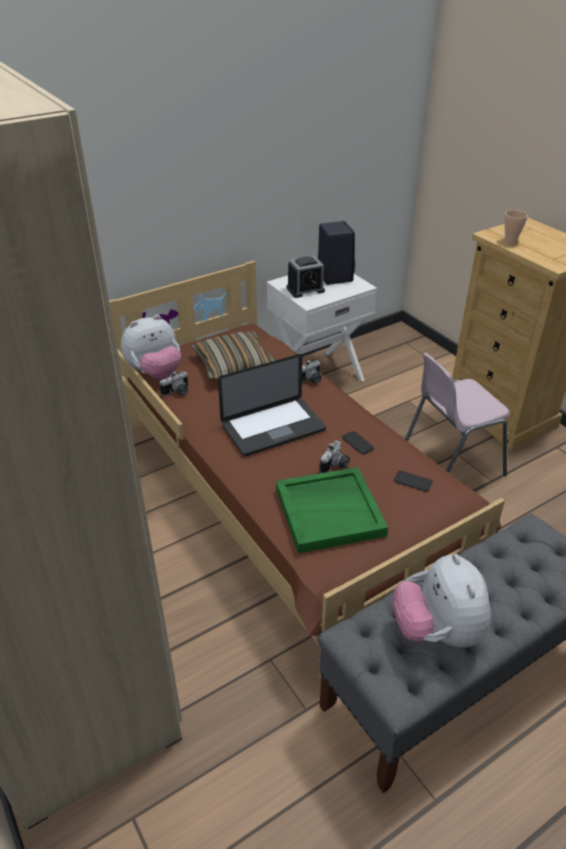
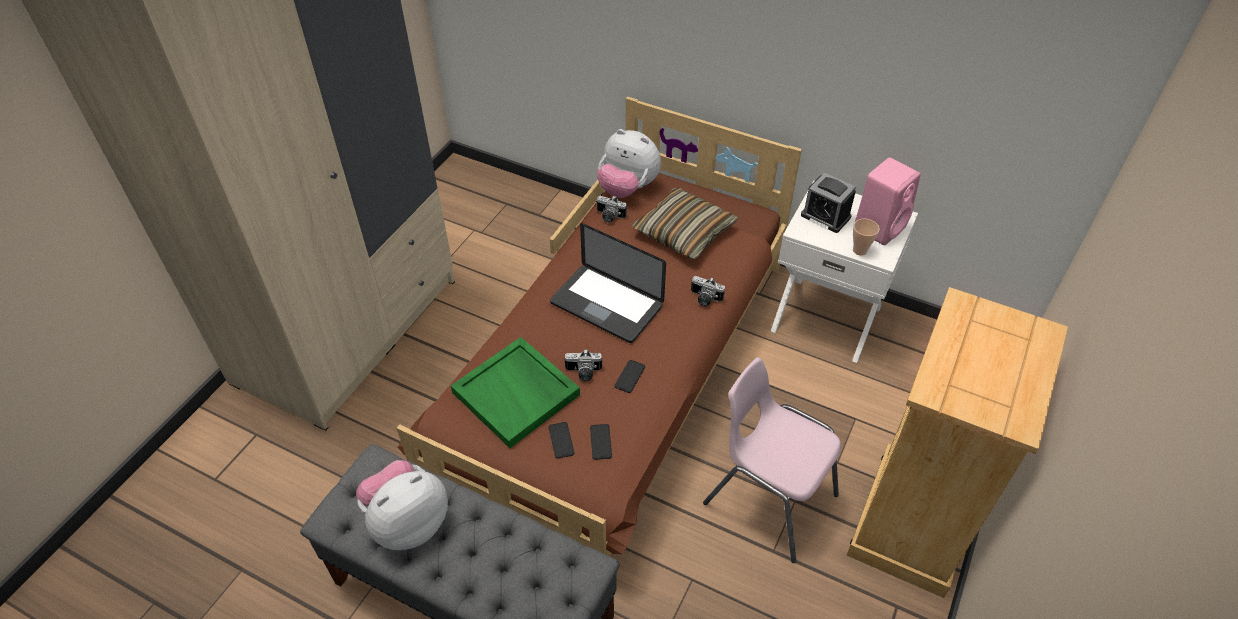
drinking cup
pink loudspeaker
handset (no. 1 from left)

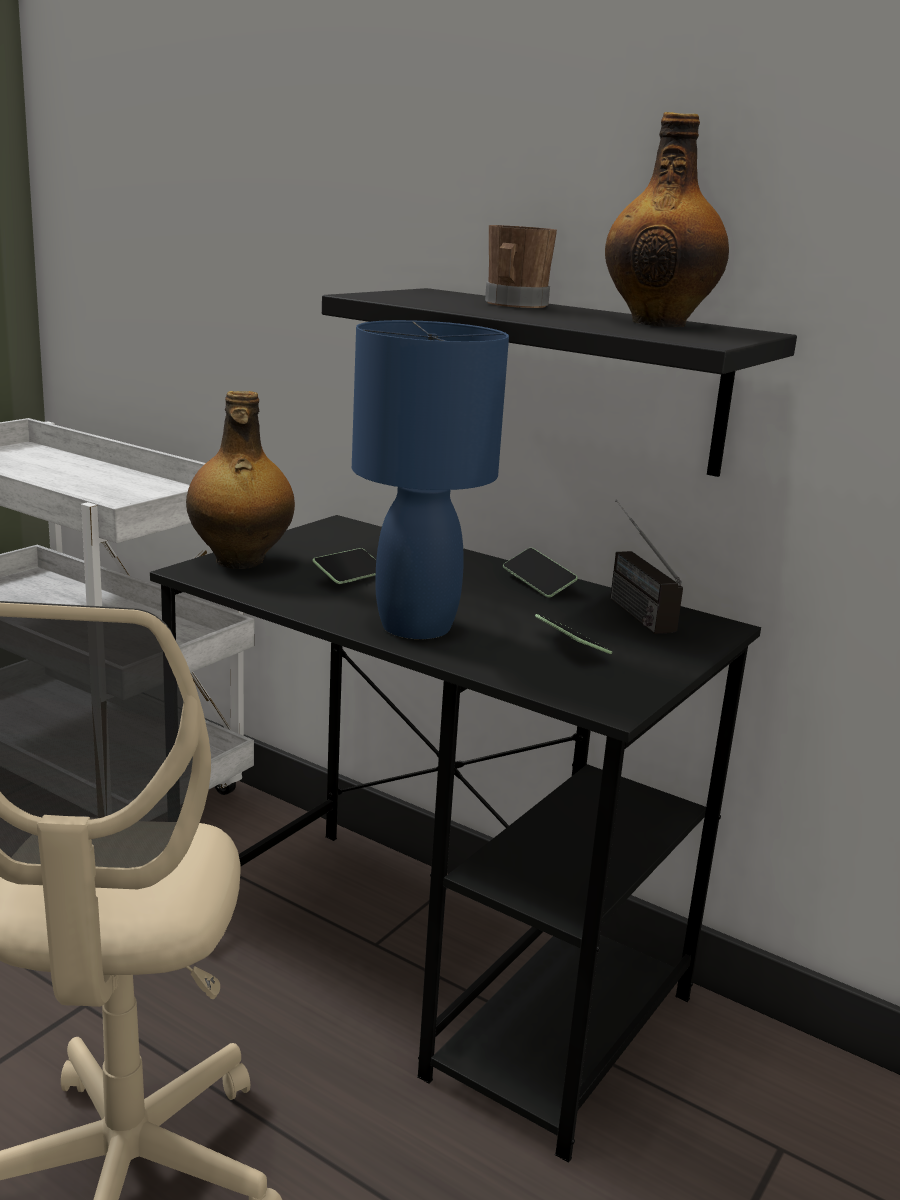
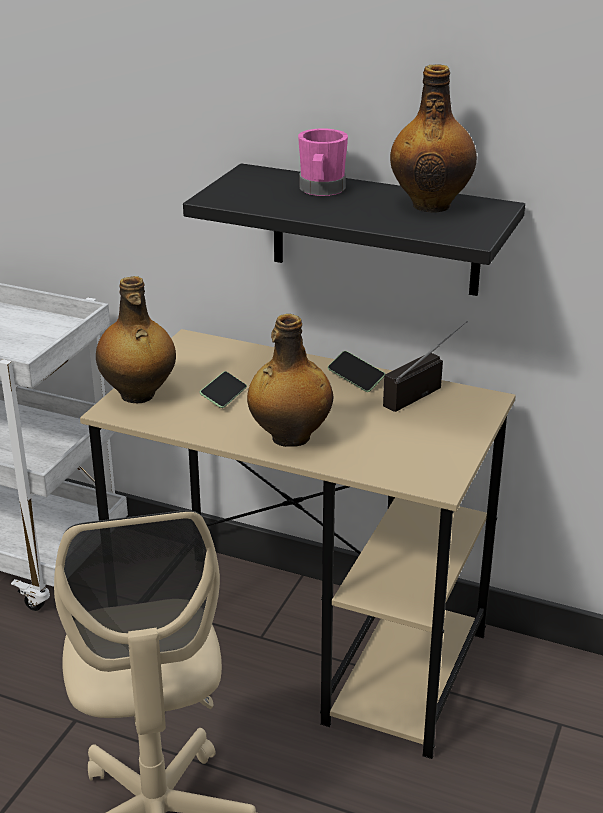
pink tea mug
bottle (no. 2 from left)
radio
sand-coloured desk table
handset (no. 3 from left in the first image)

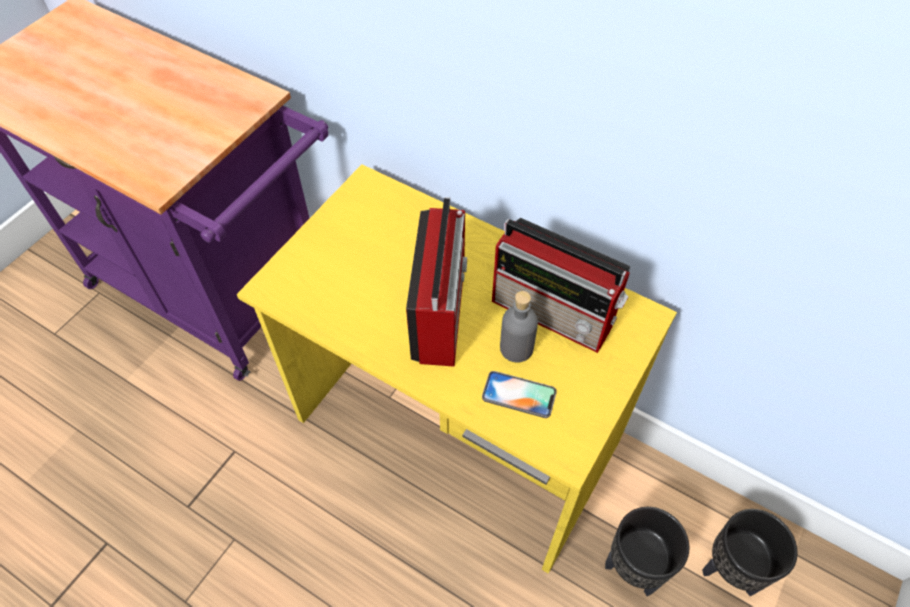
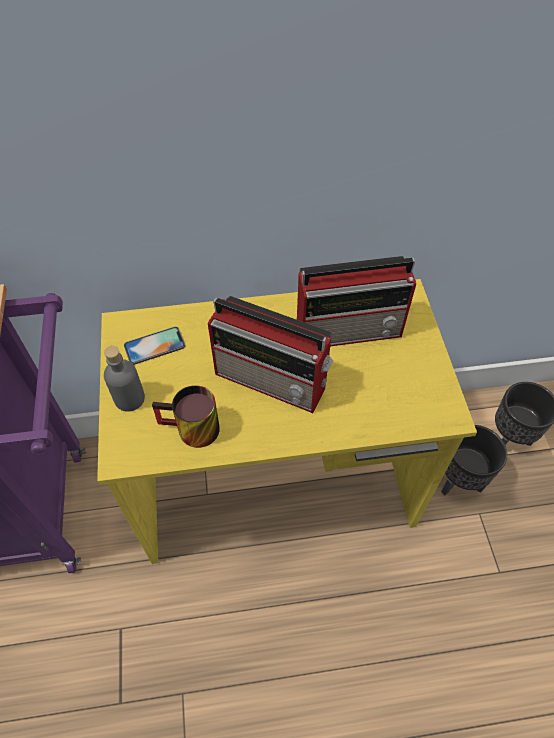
radio (no. 1 from left)
grey bottle
handset
tea mug

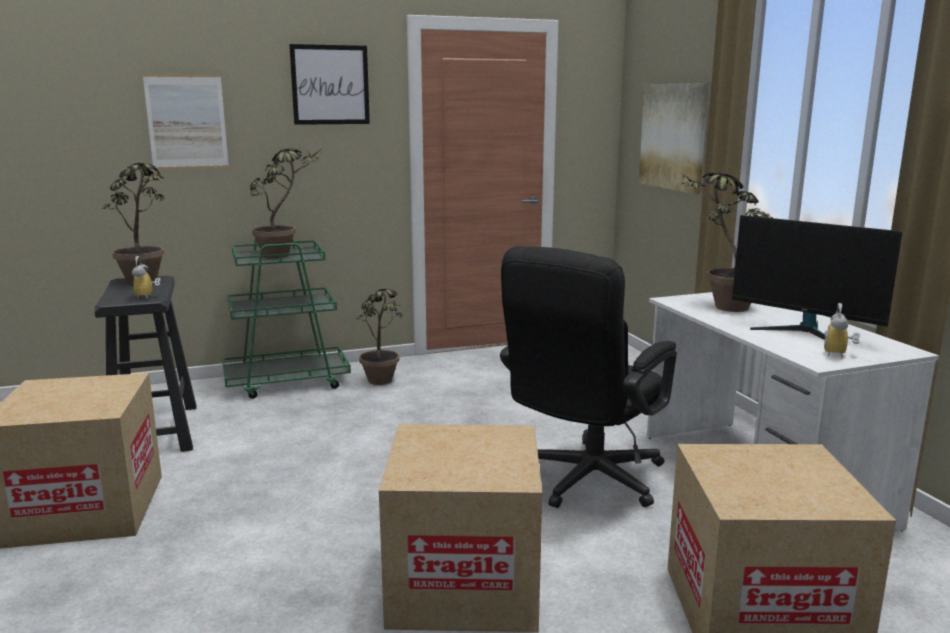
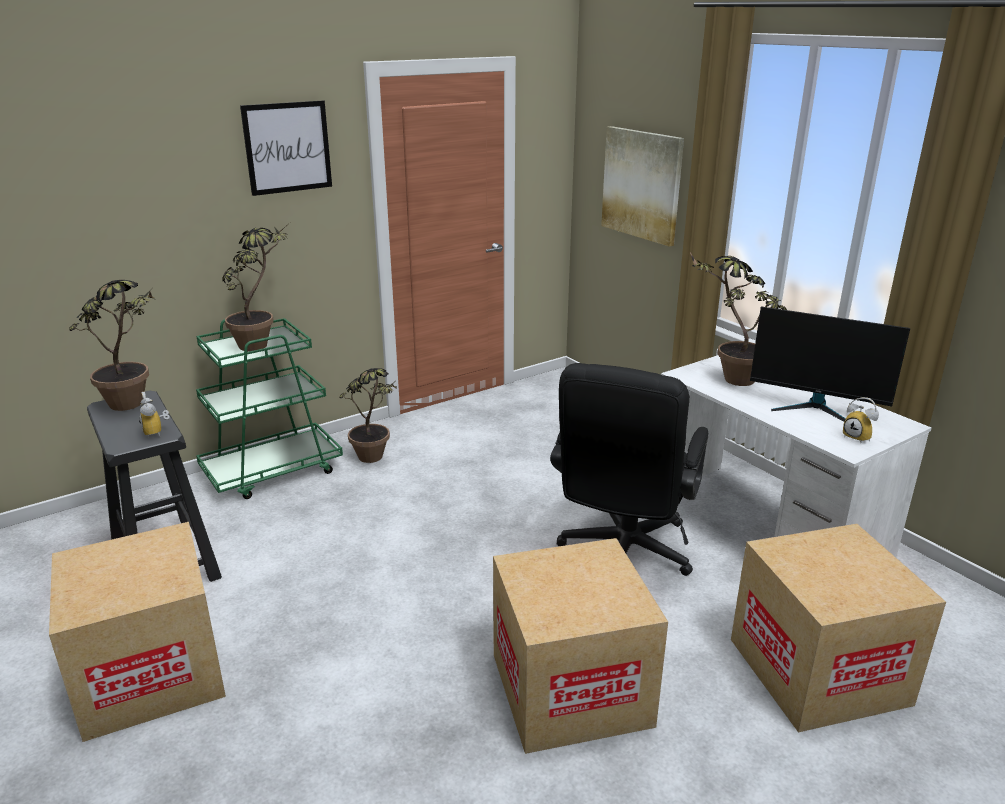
wall picture (no. 1 from left in the first image)
table clock (no. 2 from left)

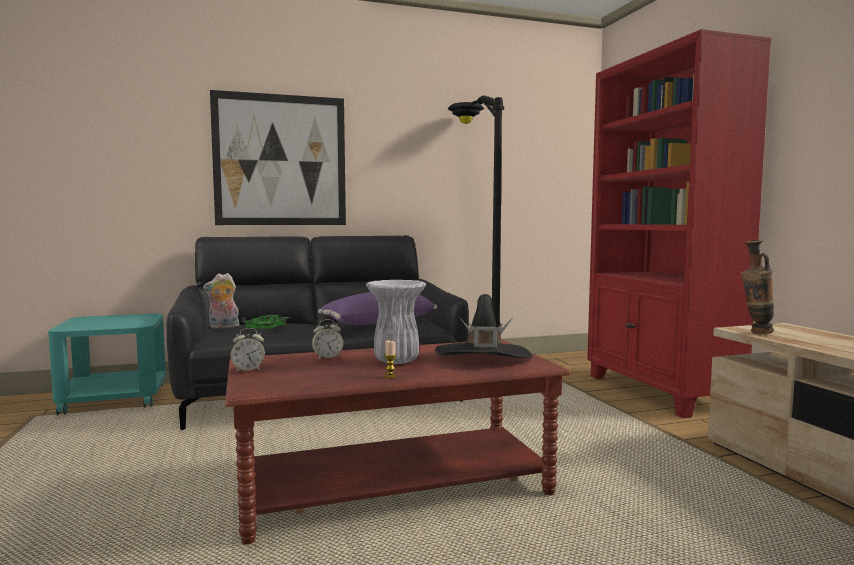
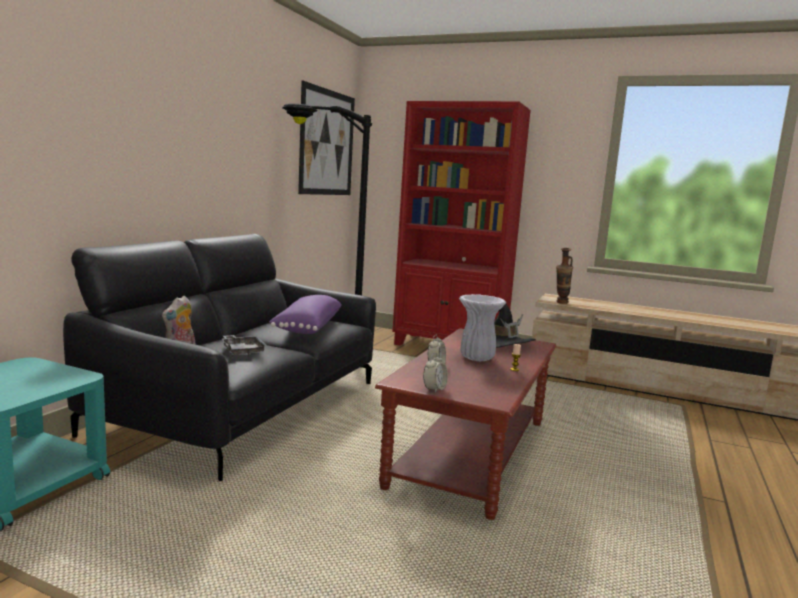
wall picture
grey tray

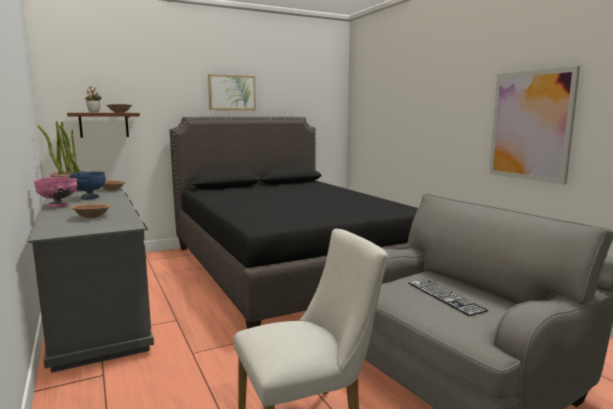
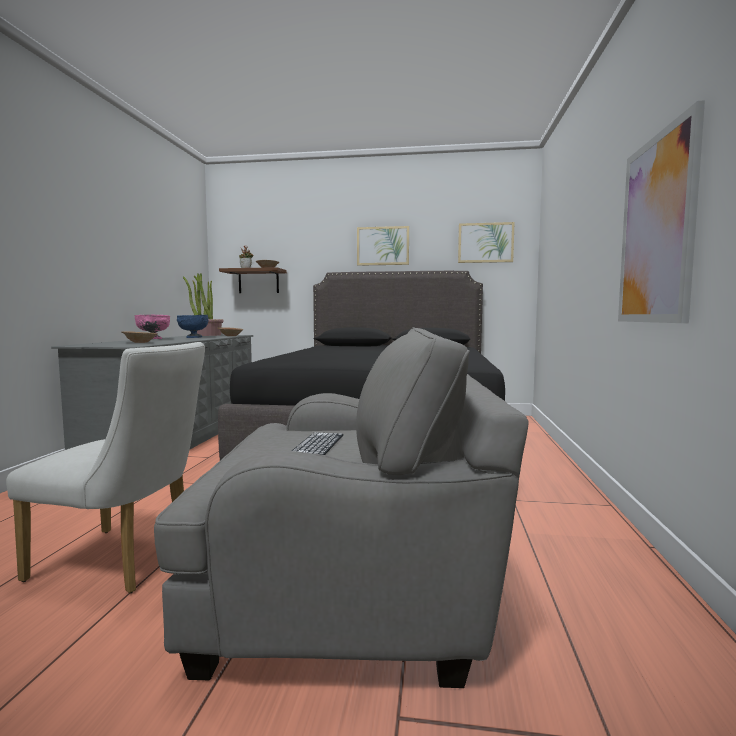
wall picture (no. 2 from left)

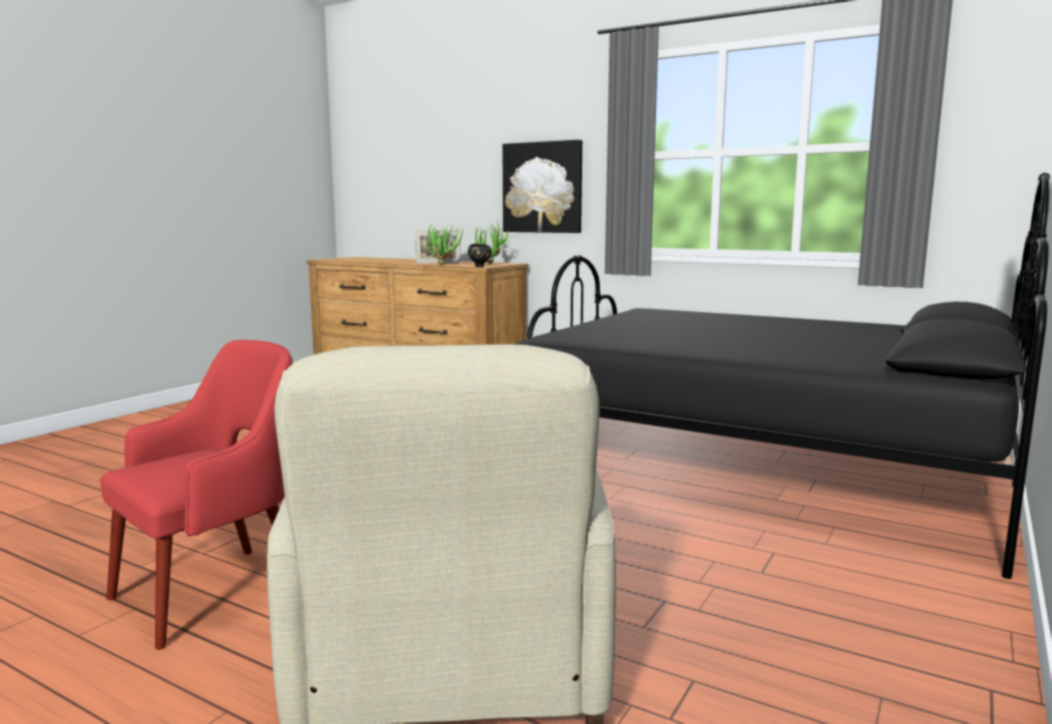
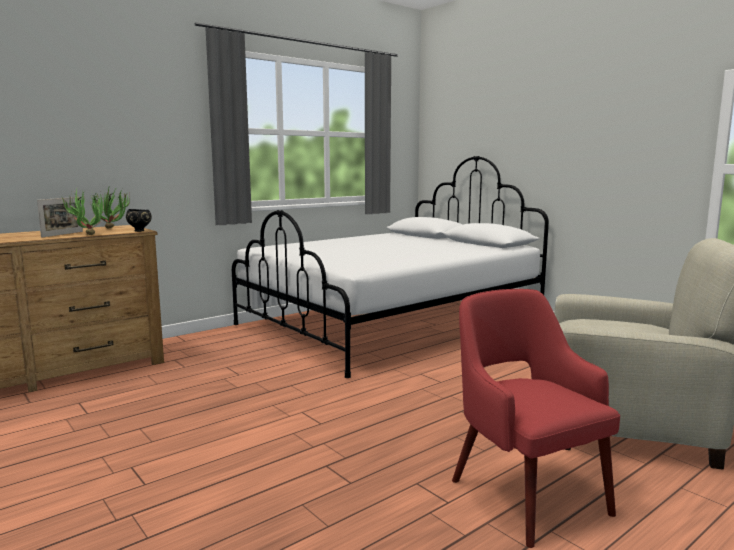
wall picture
white bed

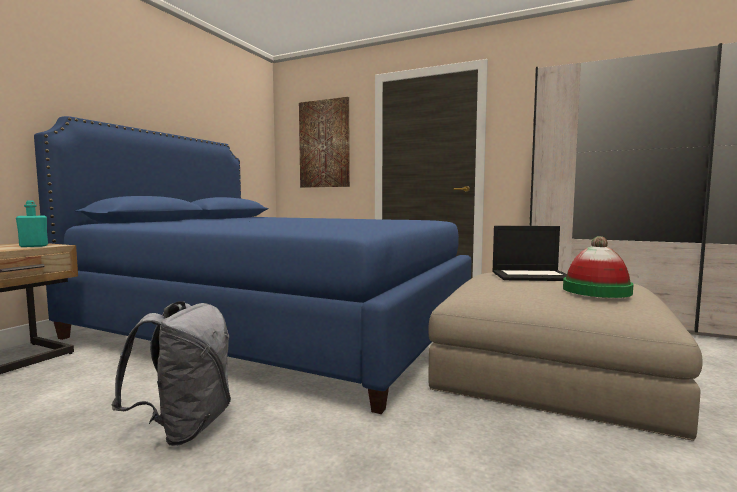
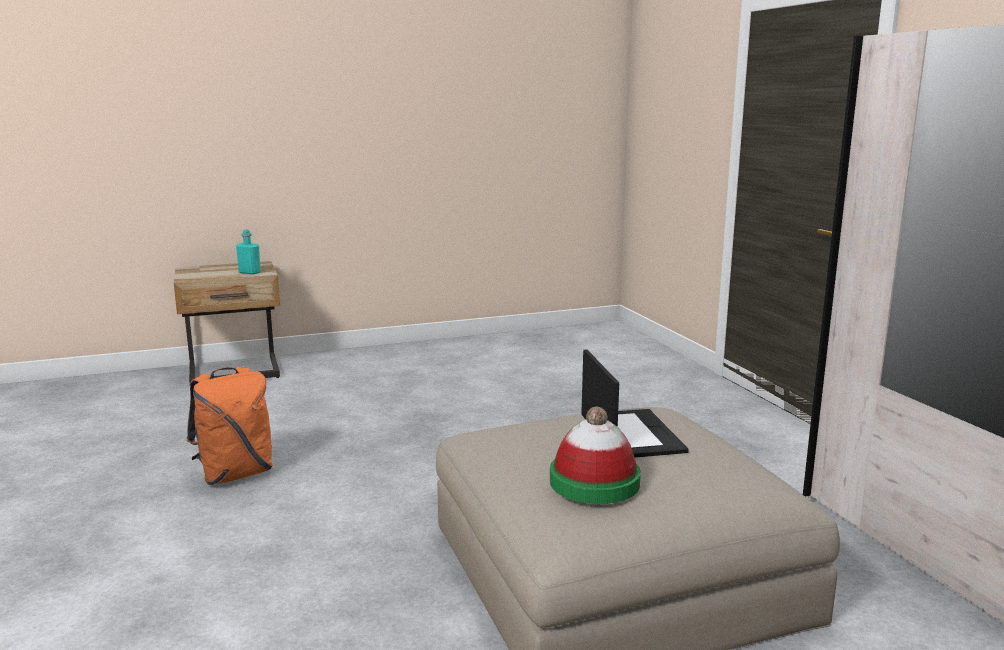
wall picture
blue bed
portable computer
orange-coloured knapsack

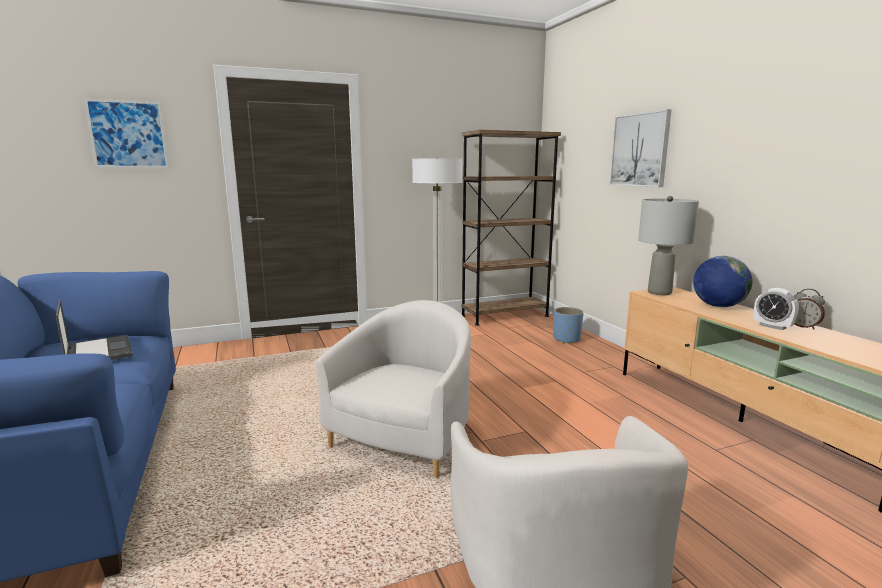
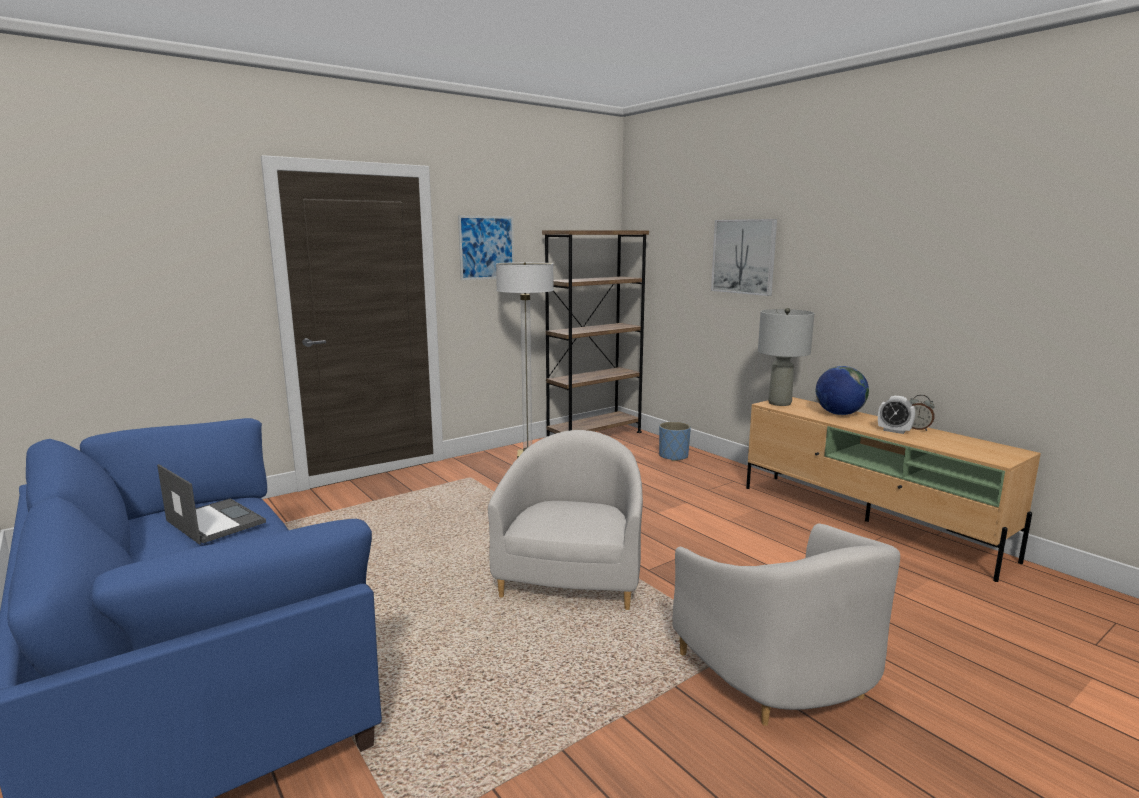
wall picture (no. 1 from left)

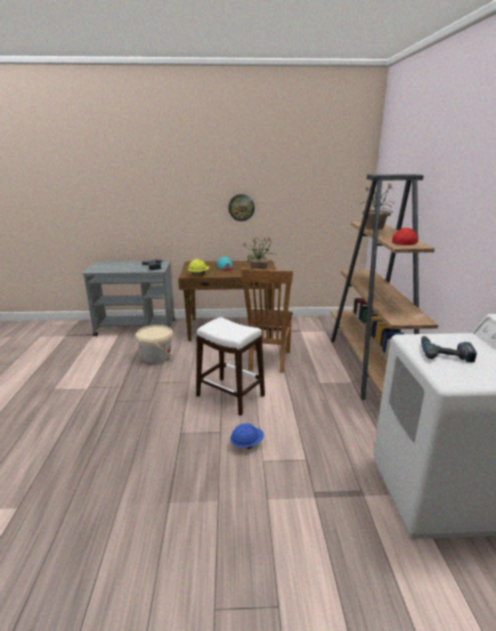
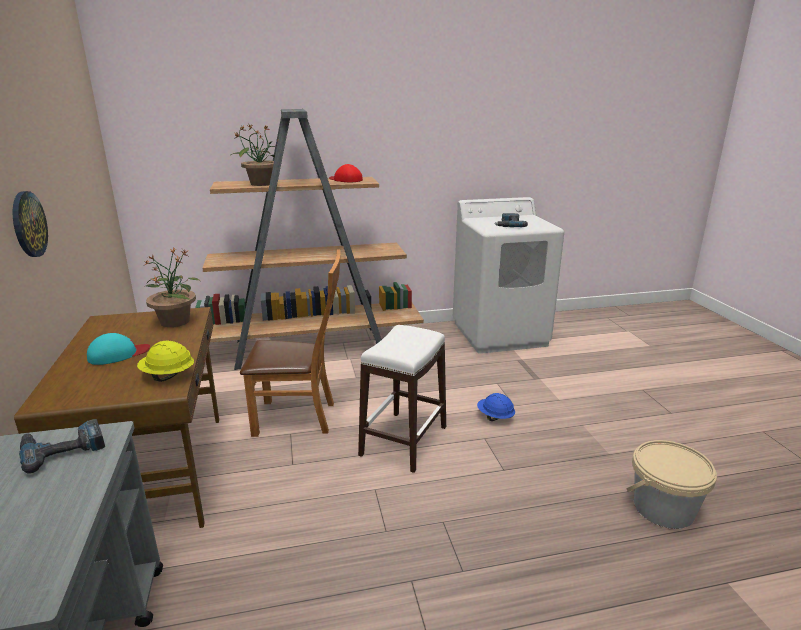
sand-coloured water bucket

